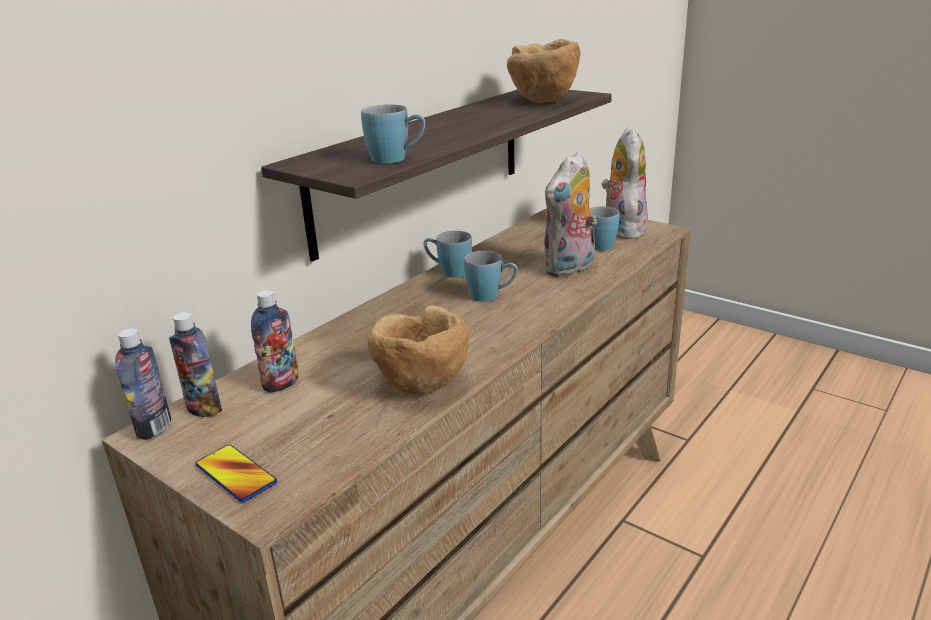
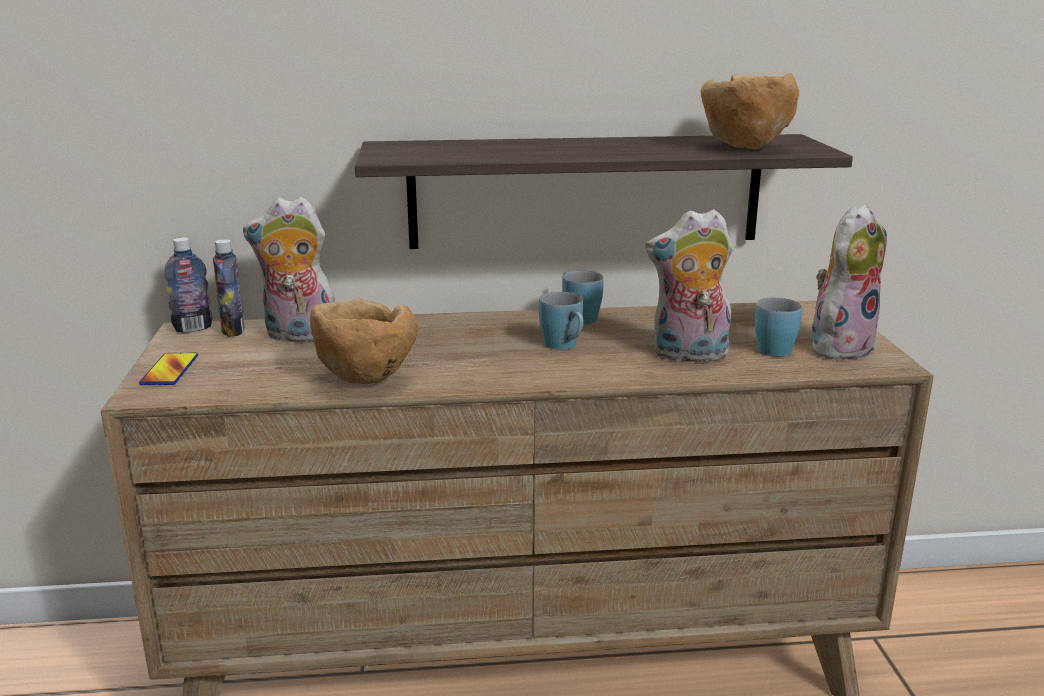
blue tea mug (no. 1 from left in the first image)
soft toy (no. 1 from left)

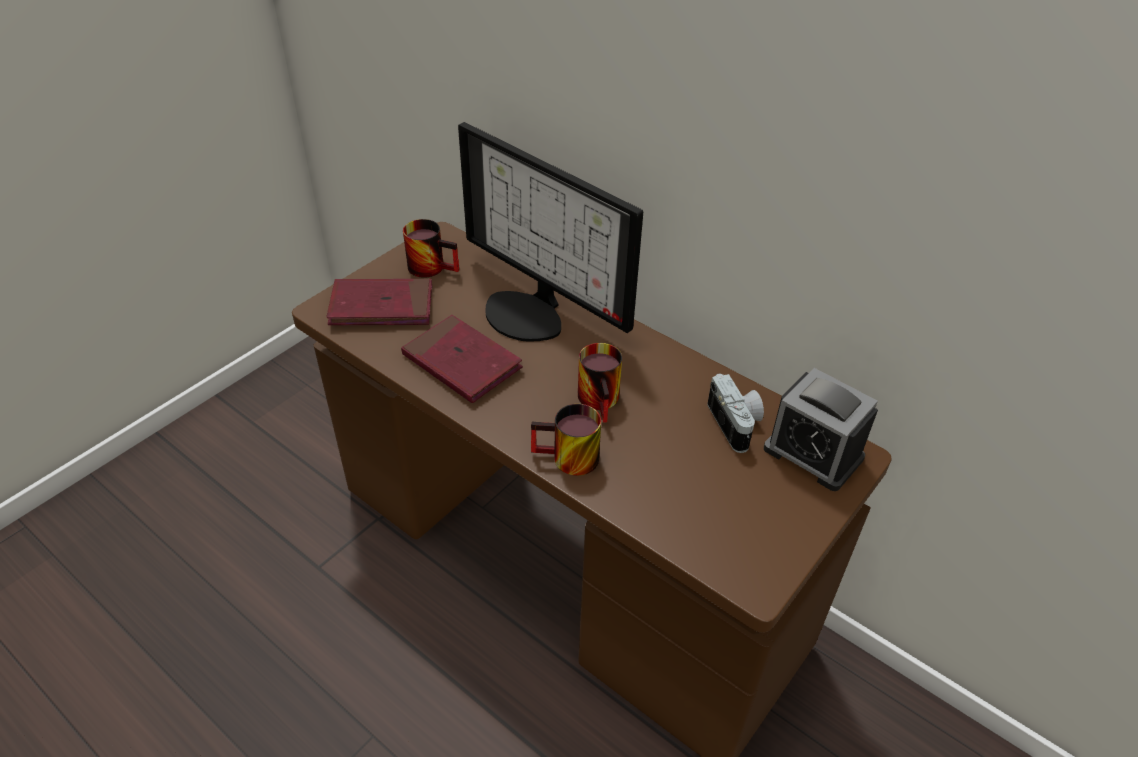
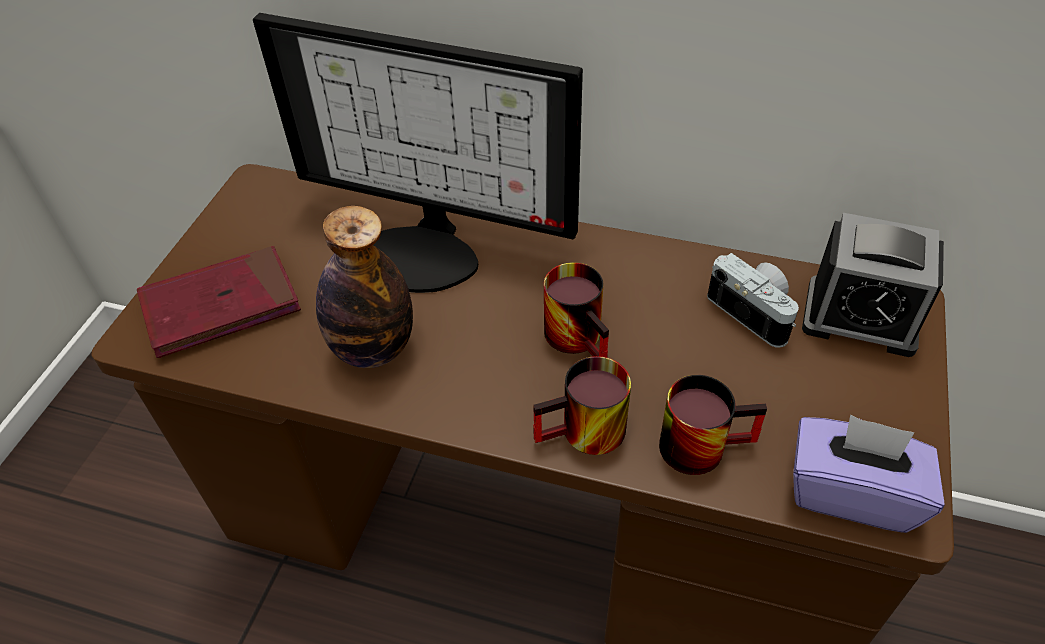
tea mug (no. 3 from left)
bottle
purple-coloured box of tissues

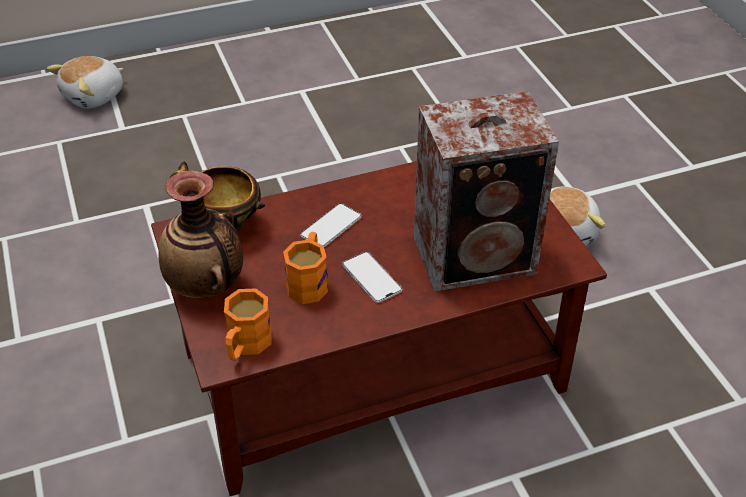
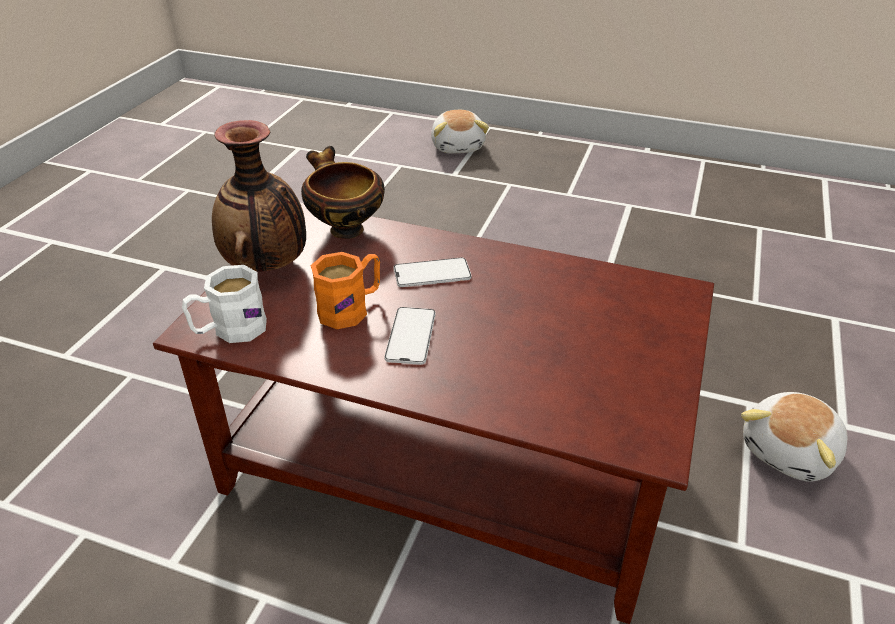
soft toy (no. 1 from left)
loudspeaker
white tea mug

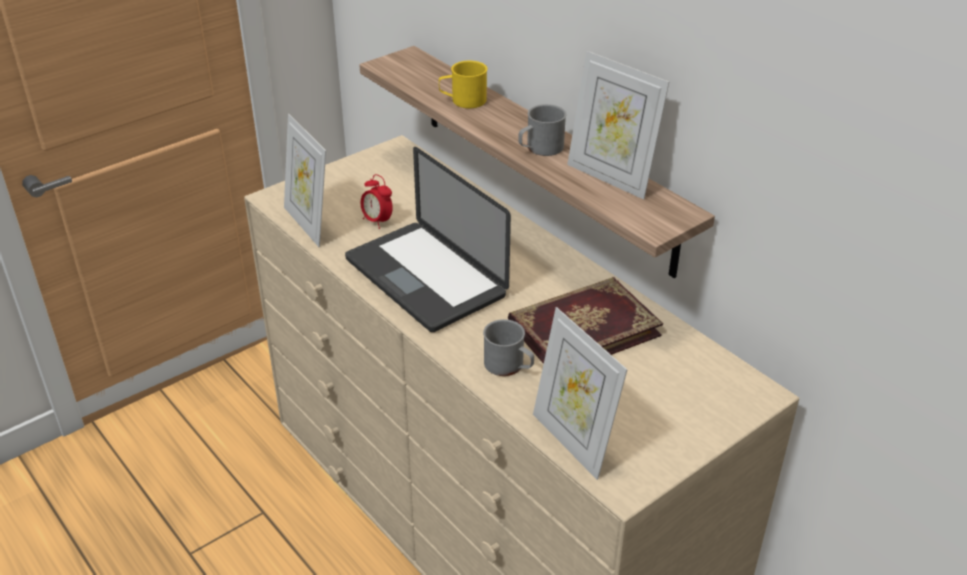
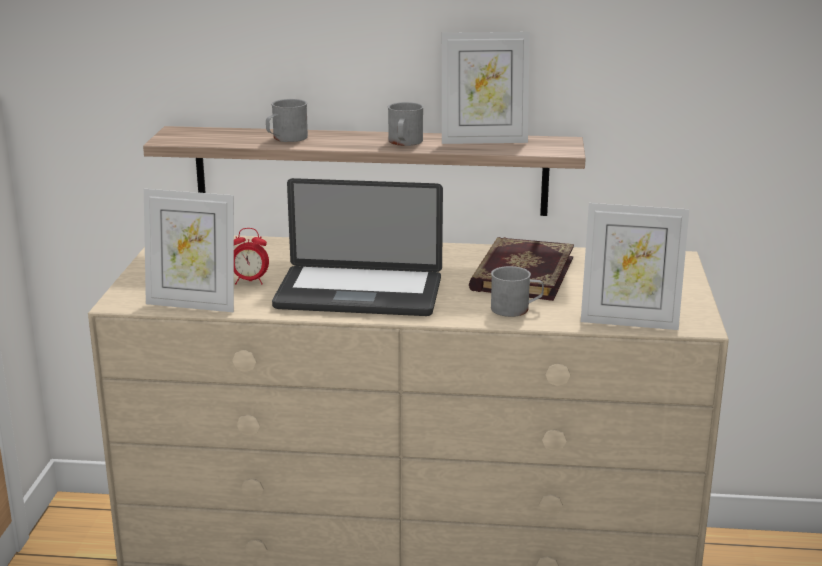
grey tea mug (no. 1 from left)

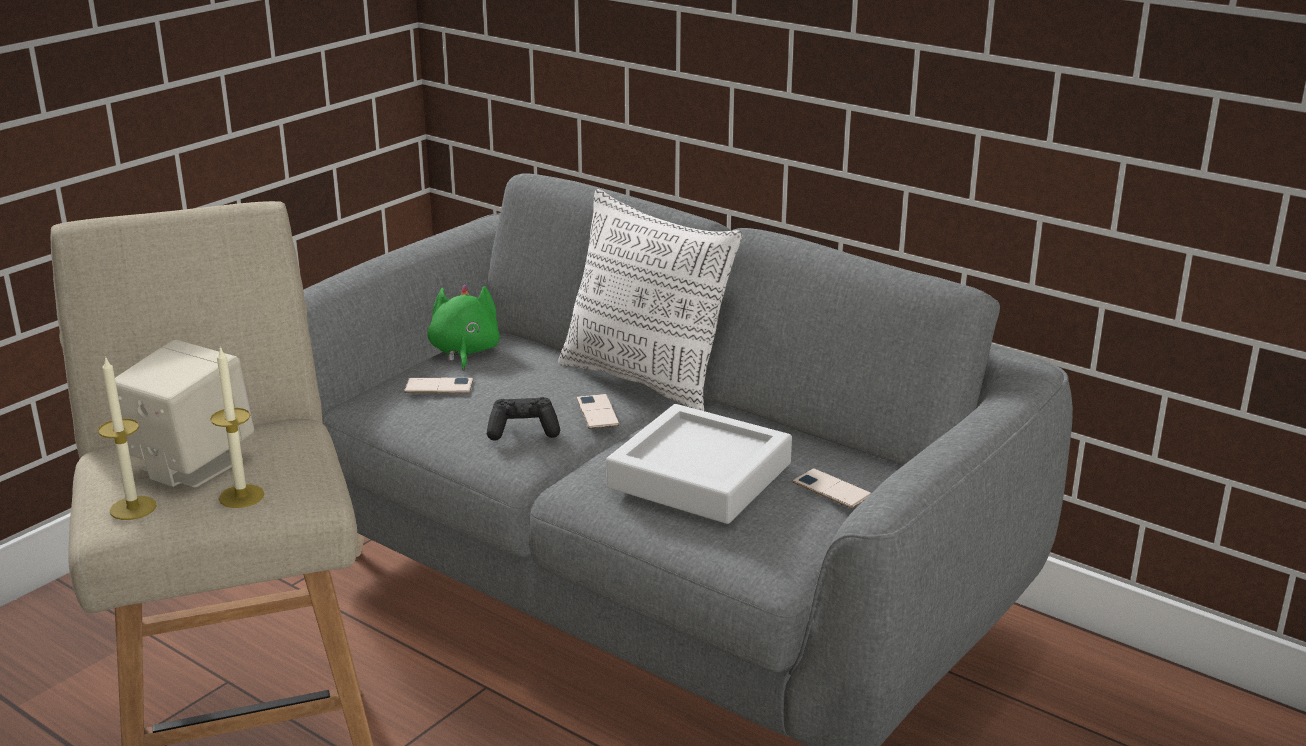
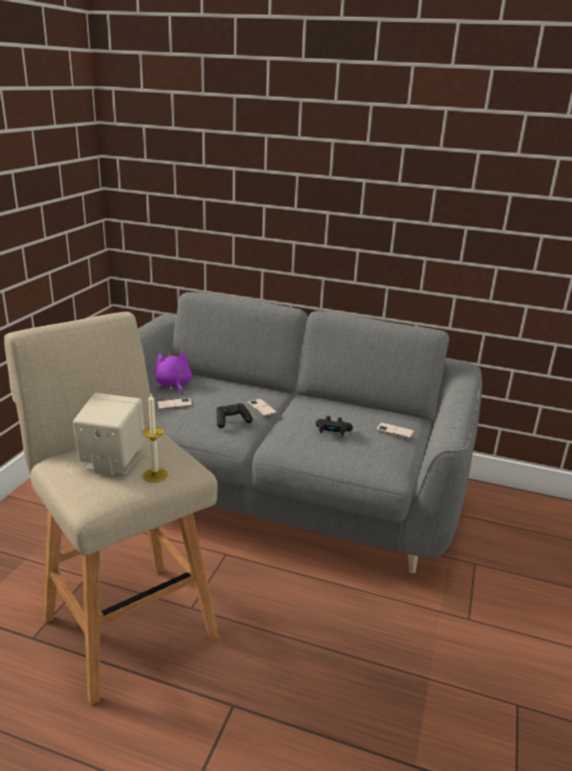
cushion
purple-coloured soft toy
candle (no. 1 from left in the first image)
black-coloured gamepad (no. 2 from left)

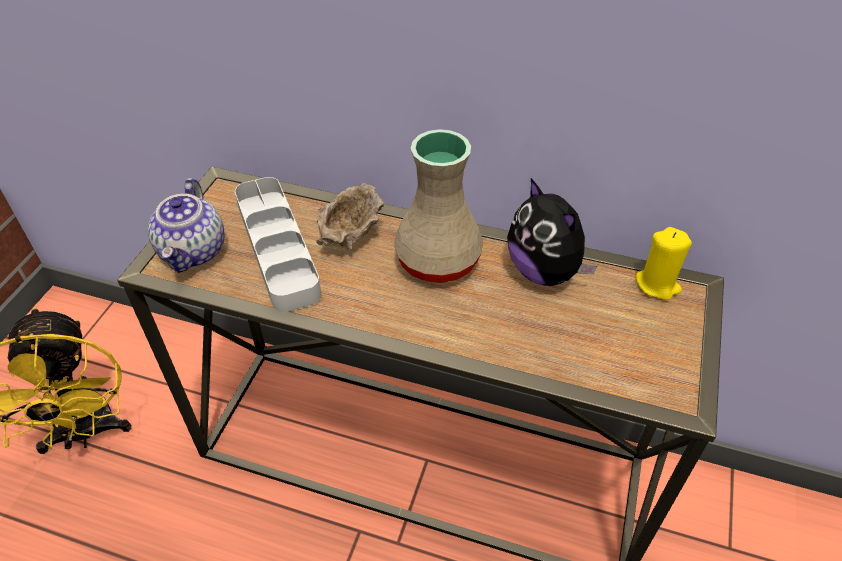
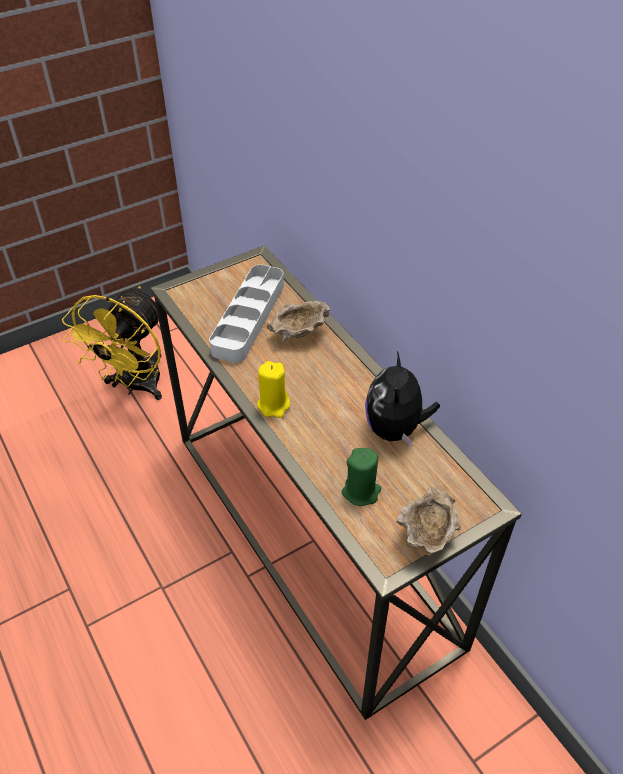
sand-coloured decorative vase
pot for tea
yellowish candle
green candle
sand-coloured deep dish (no. 2 from left)

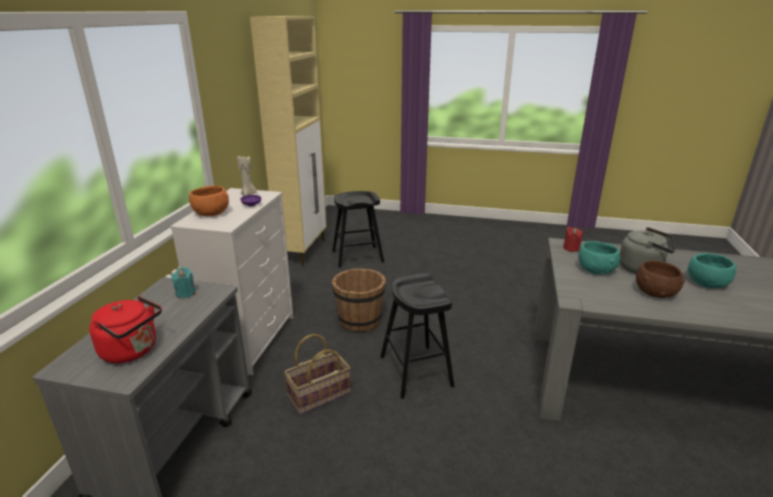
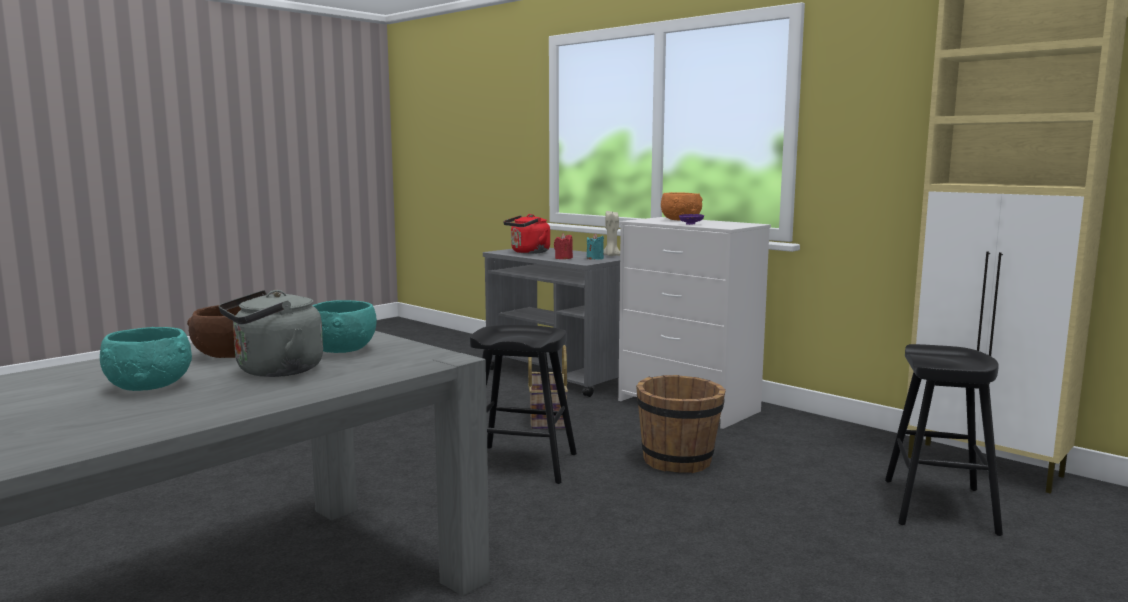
sand-coloured candle
red-coloured candle

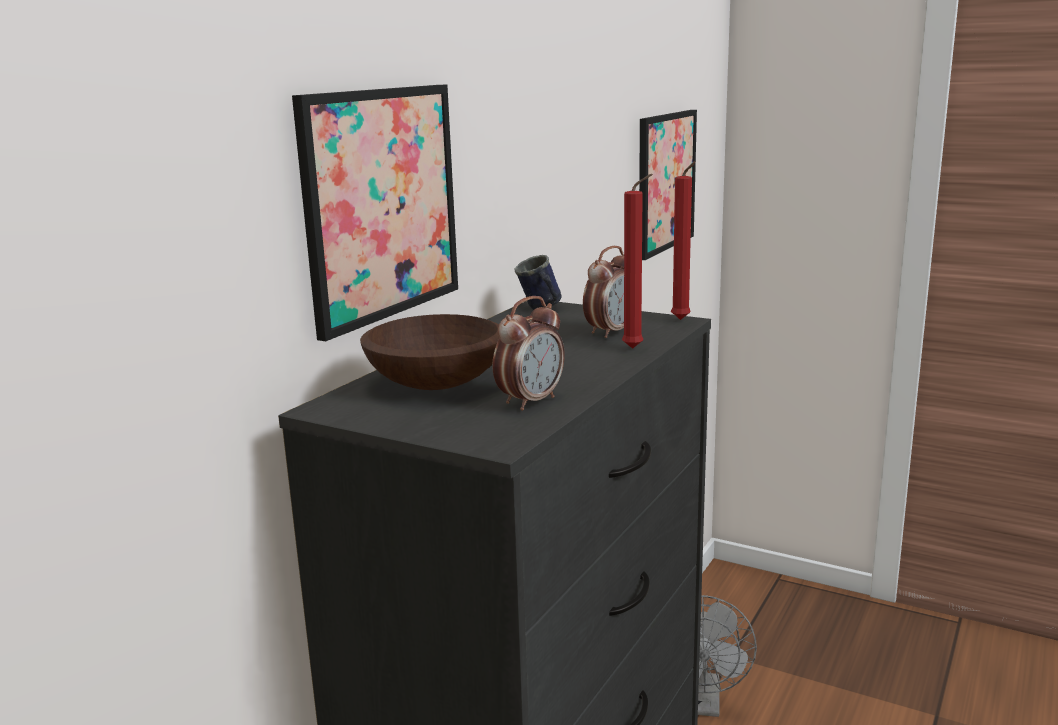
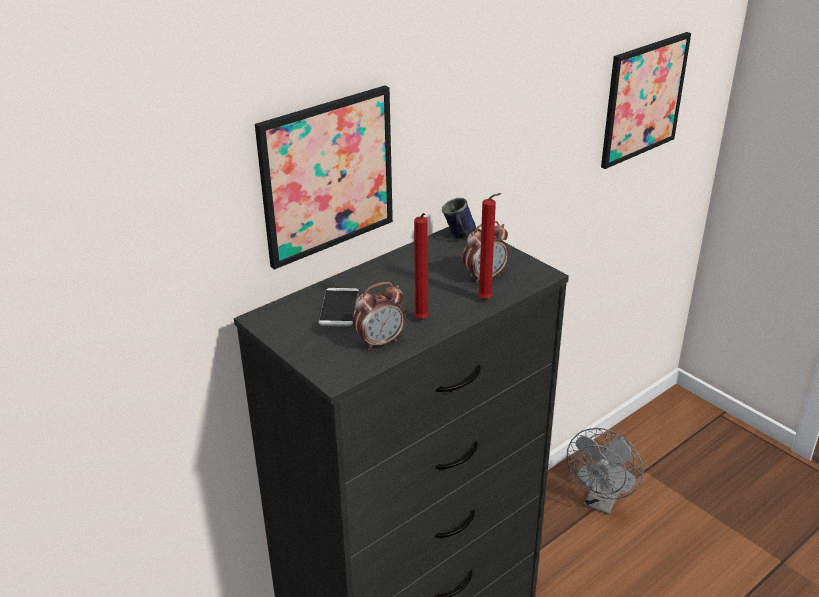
red-coloured candle (no. 1 from left)
handset

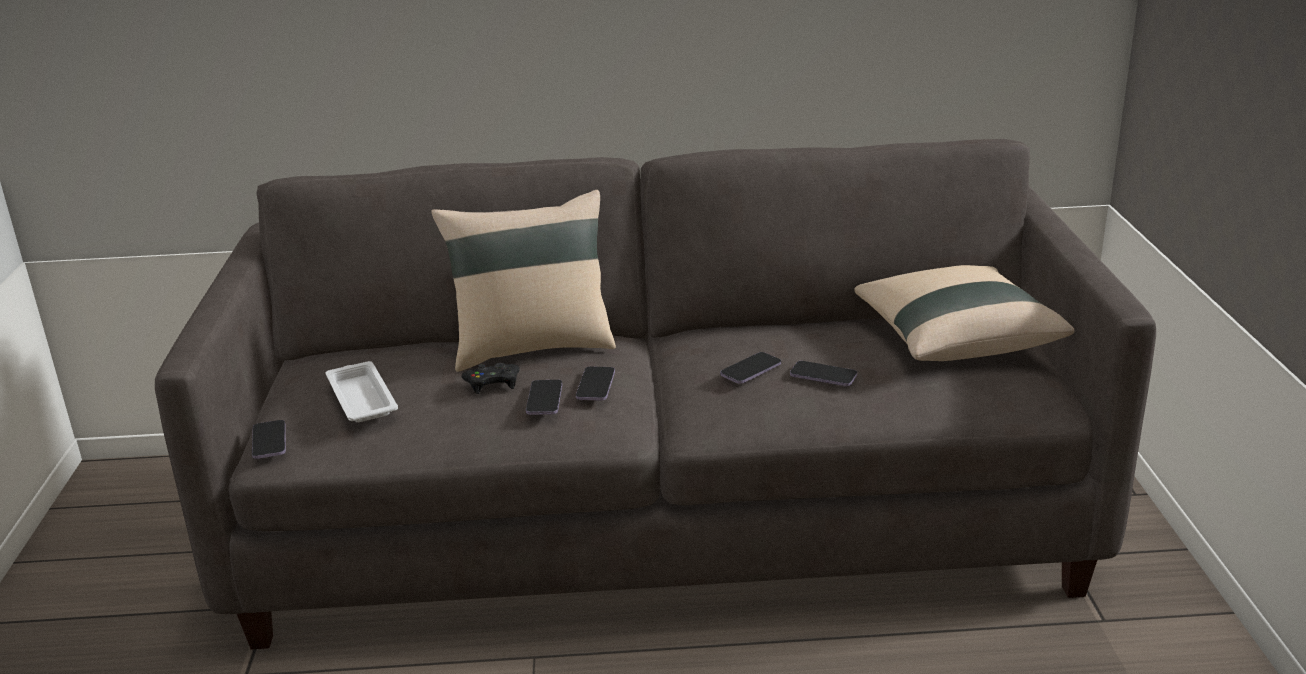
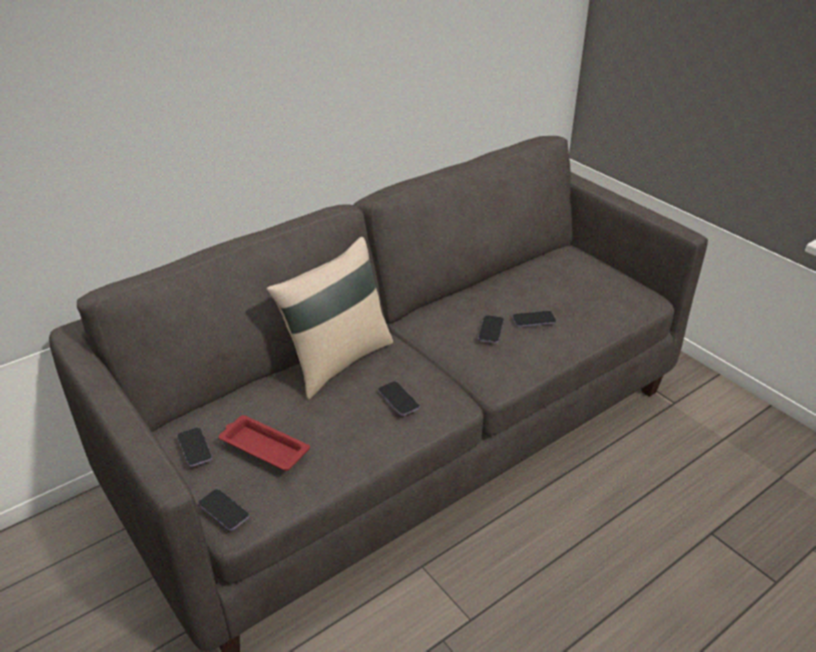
sand-coloured cushion (no. 2 from left in the first image)
red-coloured tray
black-coloured gamepad
handset (no. 1 from left)

